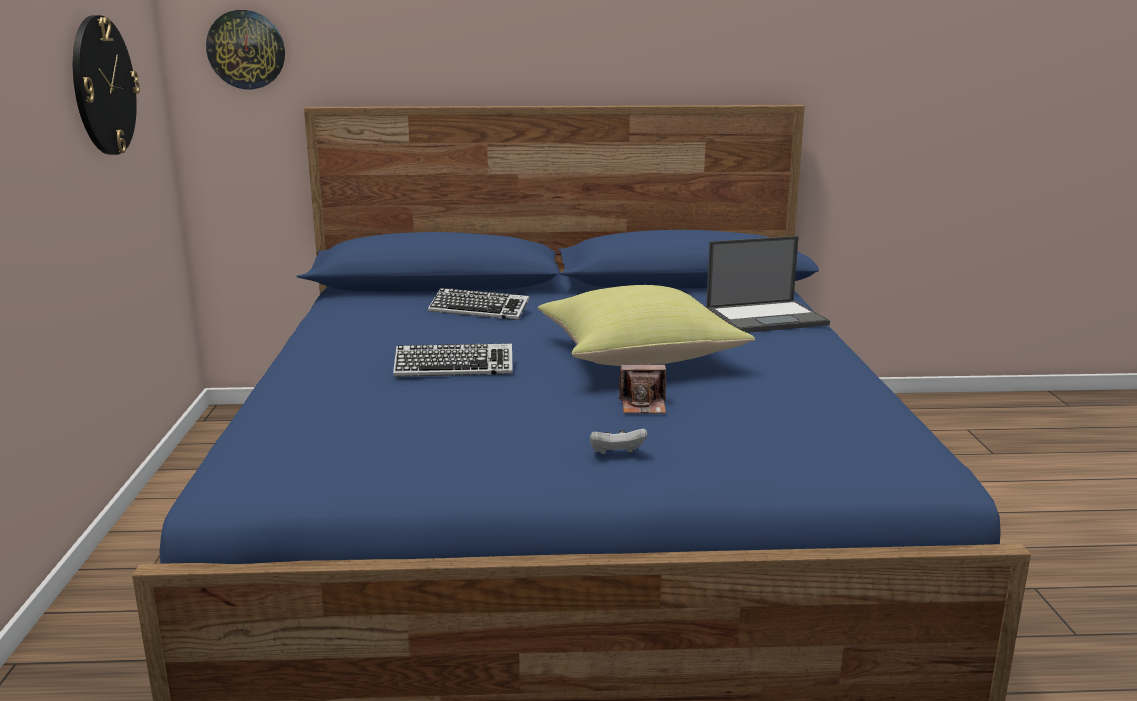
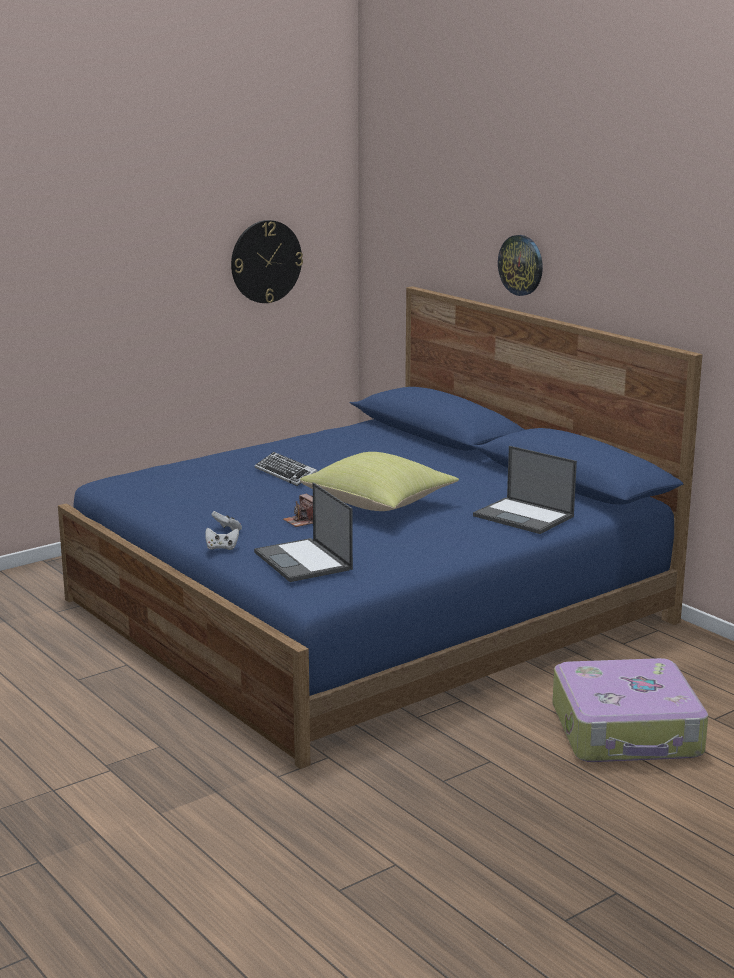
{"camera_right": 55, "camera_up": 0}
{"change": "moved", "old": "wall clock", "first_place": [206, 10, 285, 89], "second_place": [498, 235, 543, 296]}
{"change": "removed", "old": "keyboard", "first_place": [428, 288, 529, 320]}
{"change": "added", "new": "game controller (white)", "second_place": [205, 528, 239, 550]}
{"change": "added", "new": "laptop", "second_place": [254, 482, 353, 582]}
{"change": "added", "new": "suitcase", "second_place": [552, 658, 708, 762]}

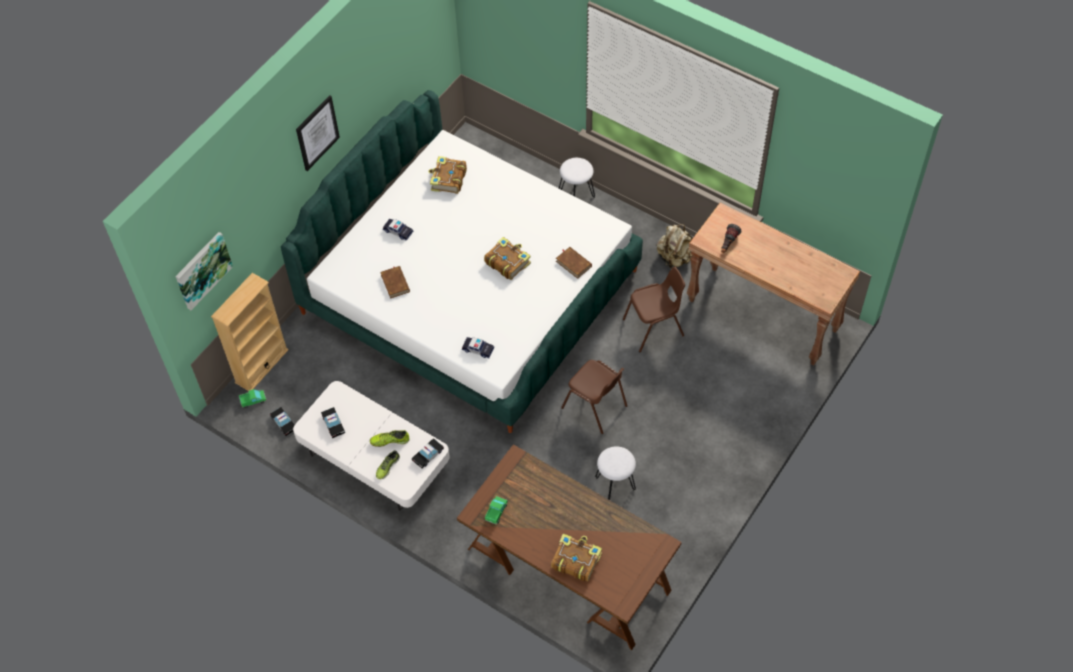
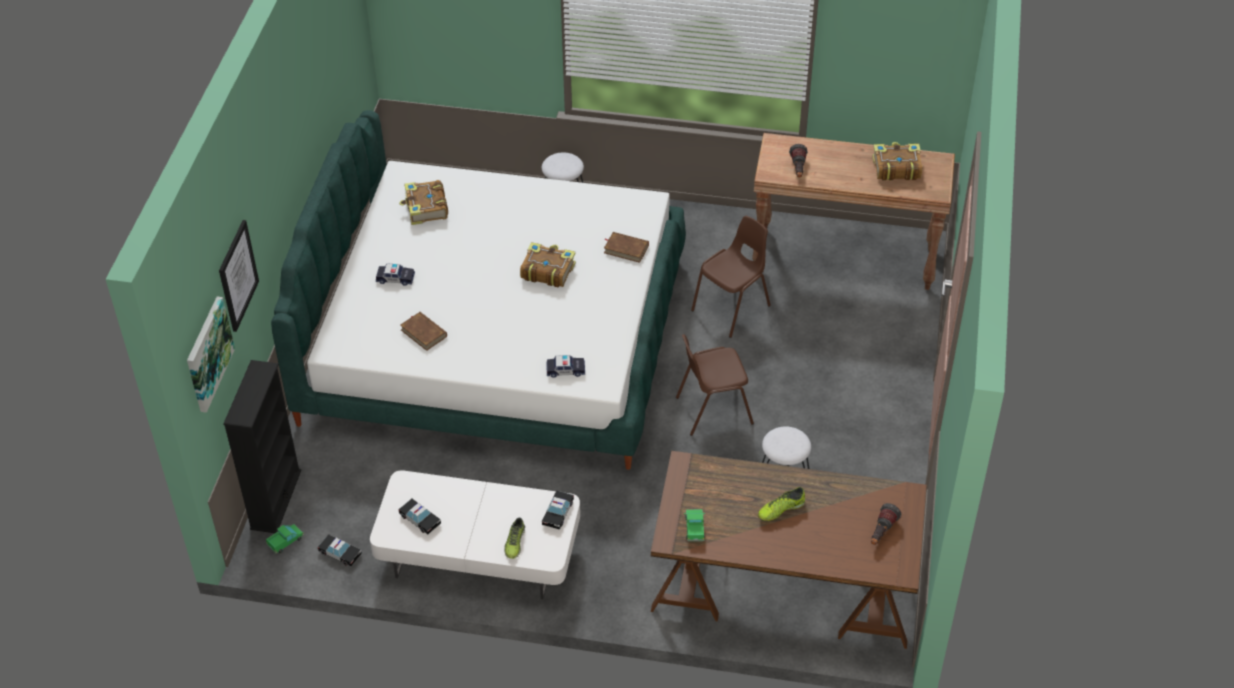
{"camera_right": -25, "camera_up": -10}
{"change": "recoloured", "old": "bookcase (beige)", "new": "bookcase (black)", "first_place": [211, 273, 289, 391], "second_place": [223, 360, 301, 533]}
{"change": "moved", "old": "picture", "first_place": [296, 95, 340, 171], "second_place": [219, 220, 259, 332]}
{"change": "moved", "old": "shoe", "first_place": [370, 430, 410, 447], "second_place": [758, 487, 805, 522]}
{"change": "moved", "old": "book", "first_place": [551, 533, 602, 582], "second_place": [872, 142, 922, 181]}
{"change": "turned", "old": "chair (brown)", "first_place": [561, 360, 627, 434], "second_place": [676, 334, 754, 436], "degrees": 150}
{"change": "removed", "old": "backpack (beige)", "first_place": [657, 224, 693, 268]}
{"change": "added", "new": "flashlight", "second_place": [871, 503, 901, 545]}

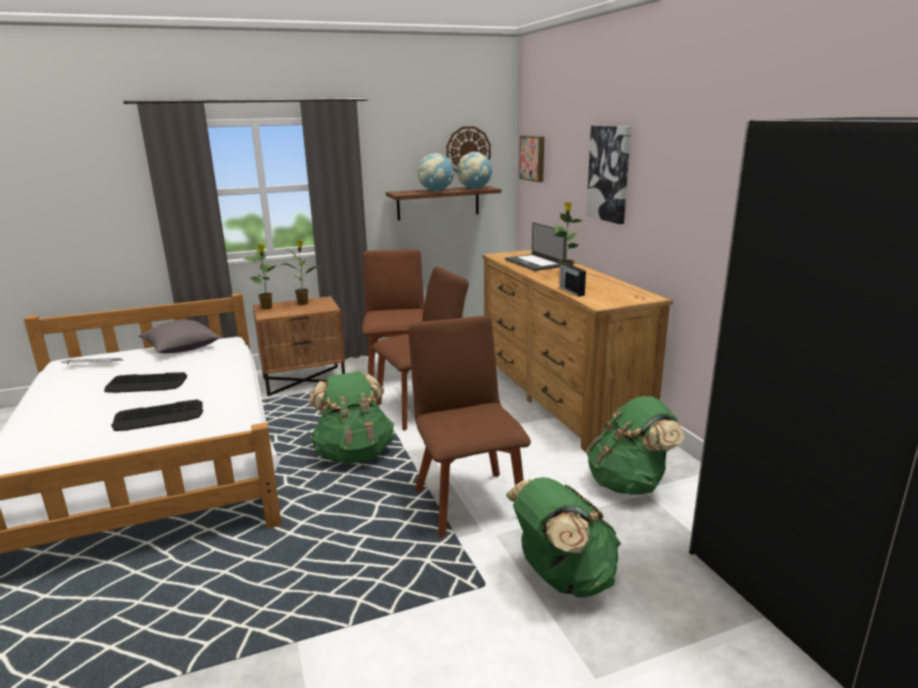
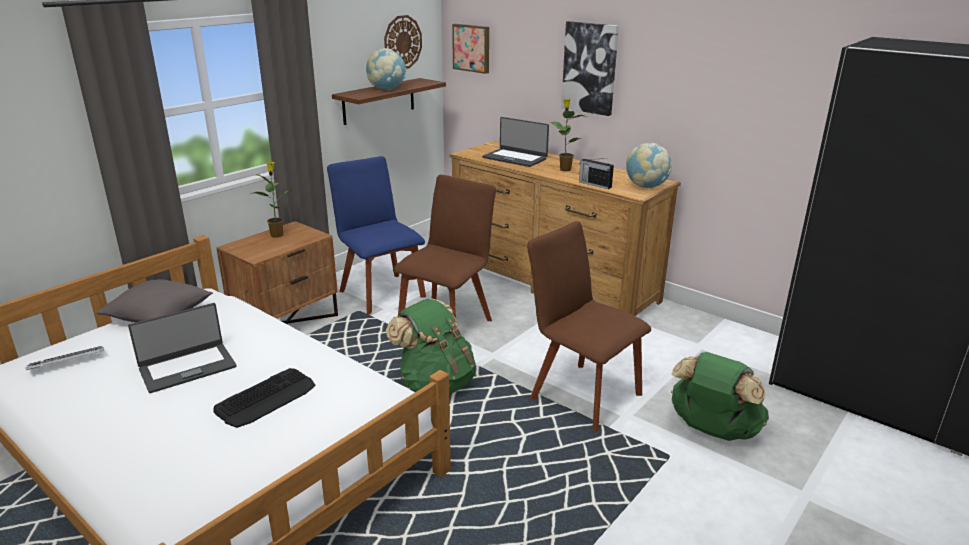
{"camera_right": -30, "camera_up": 5}
{"change": "replaced", "old": "keyboard", "new": "laptop", "first_place": [104, 372, 187, 393], "second_place": [128, 303, 236, 393]}
{"change": "removed", "old": "potted plant", "first_place": [244, 244, 279, 310]}
{"change": "recoloured", "old": "chair (brown)", "new": "chair (blue)", "first_place": [362, 250, 424, 377], "second_place": [327, 156, 426, 314]}
{"change": "moved", "old": "globe", "first_place": [457, 152, 493, 189], "second_place": [626, 143, 672, 188]}
{"change": "removed", "old": "backpack (green)", "first_place": [586, 396, 684, 495]}

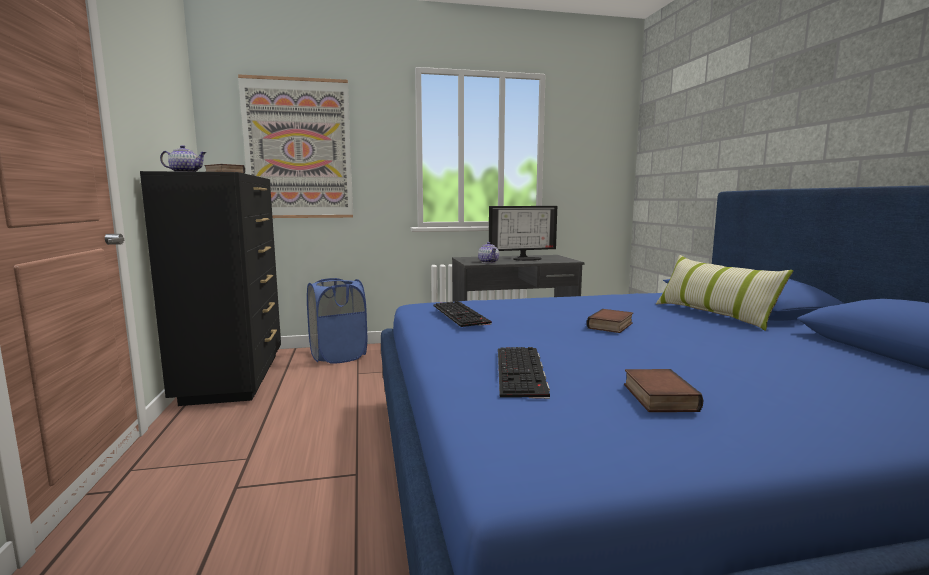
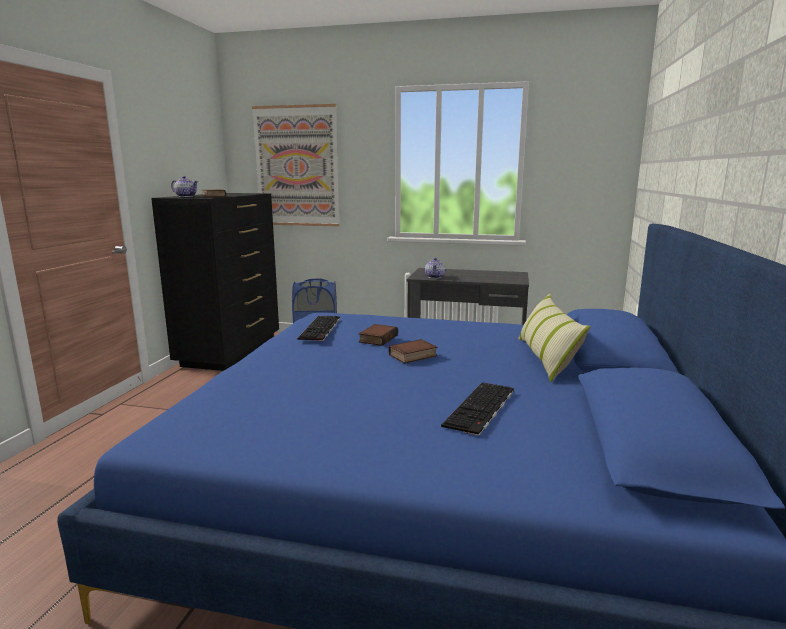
{"camera_right": 25, "camera_up": 5}
{"change": "removed", "old": "monitor", "first_place": [489, 206, 557, 261]}
{"change": "moved", "old": "keyboard", "first_place": [498, 347, 550, 399], "second_place": [441, 383, 514, 436]}
{"change": "moved", "old": "book", "first_place": [624, 369, 703, 412], "second_place": [359, 324, 398, 346]}

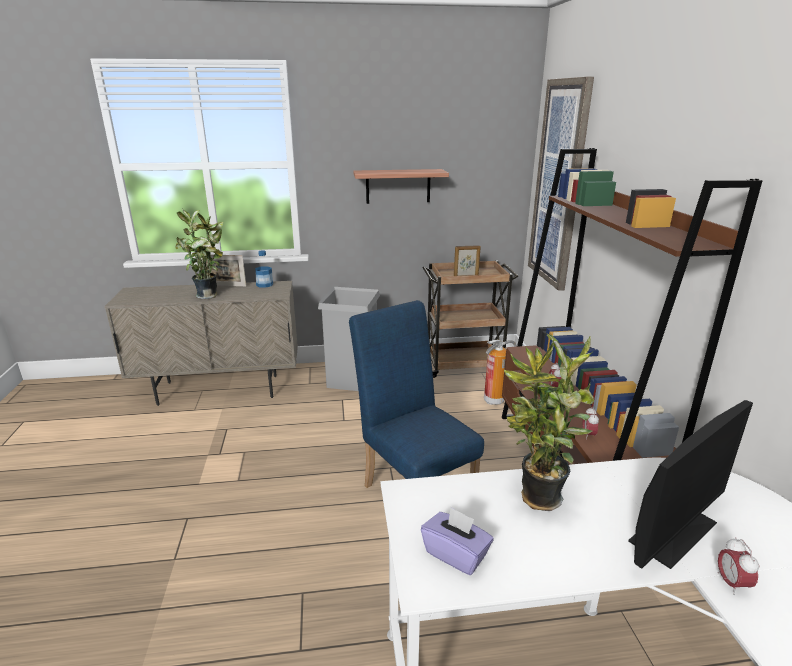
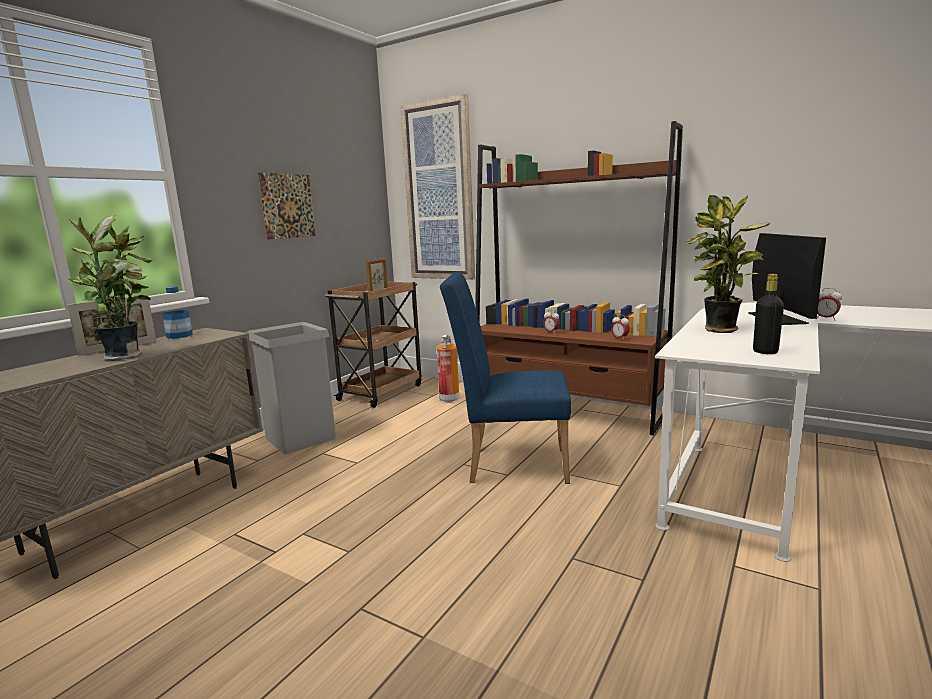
{"camera_right": -50, "camera_up": -10}
{"change": "replaced", "old": "shelf", "new": "picture", "first_place": [353, 169, 449, 204], "second_place": [258, 173, 316, 240]}
{"change": "replaced", "old": "tissue box (purple)", "new": "bottle (black)", "first_place": [421, 507, 494, 575], "second_place": [753, 274, 784, 354]}

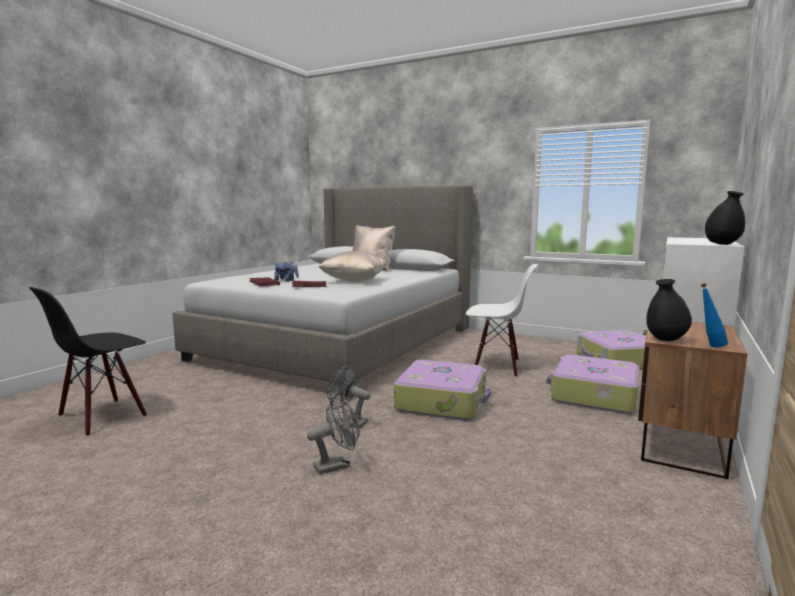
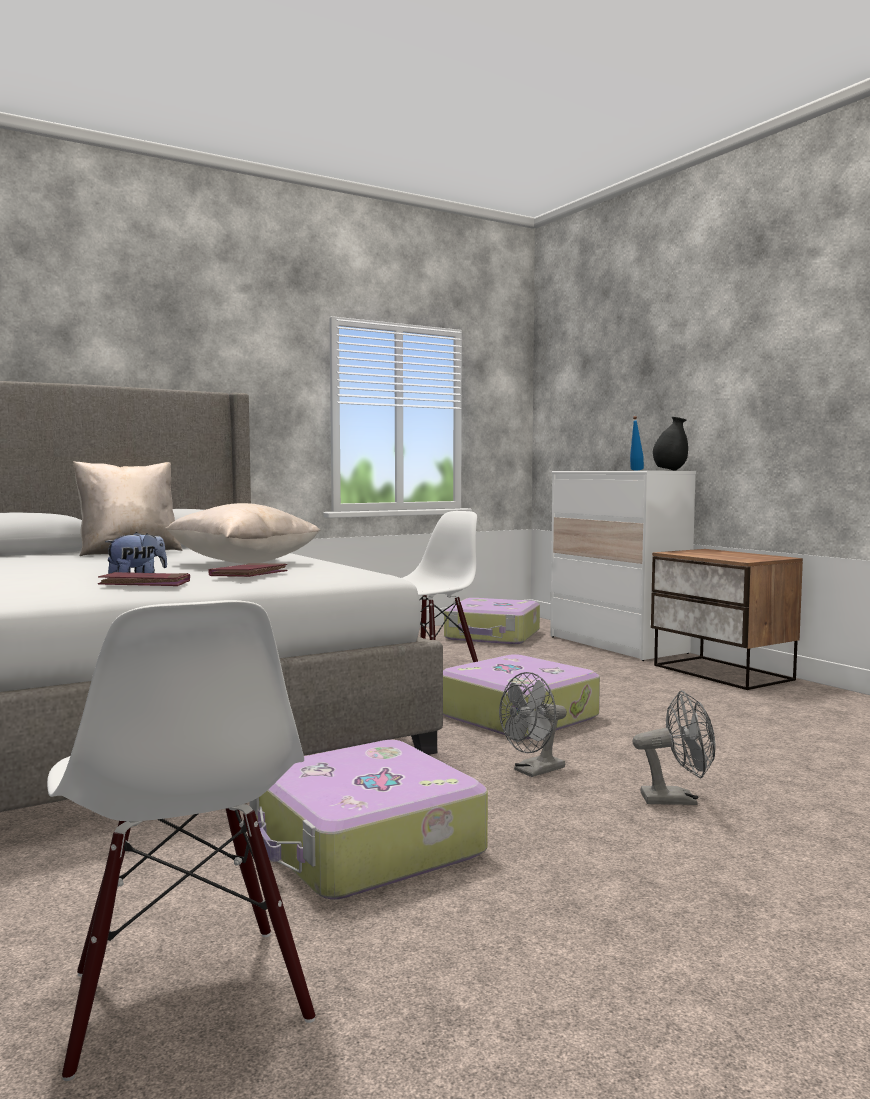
{"camera_right": -60, "camera_up": -5}
{"change": "recoloured", "old": "chair (black)", "new": "chair (white)", "first_place": [28, 287, 147, 436], "second_place": [47, 600, 316, 1081]}
{"change": "turned", "old": "fan (grey)", "first_place": [307, 396, 359, 474], "second_place": [633, 690, 716, 805], "degrees": 90}
{"change": "moved", "old": "suitcase", "first_place": [546, 355, 639, 414], "second_place": [249, 740, 488, 899]}
{"change": "removed", "old": "vase (black)", "first_place": [646, 279, 692, 341]}
{"change": "moved", "old": "bottle (blue)", "first_place": [701, 283, 728, 347], "second_place": [630, 416, 644, 471]}

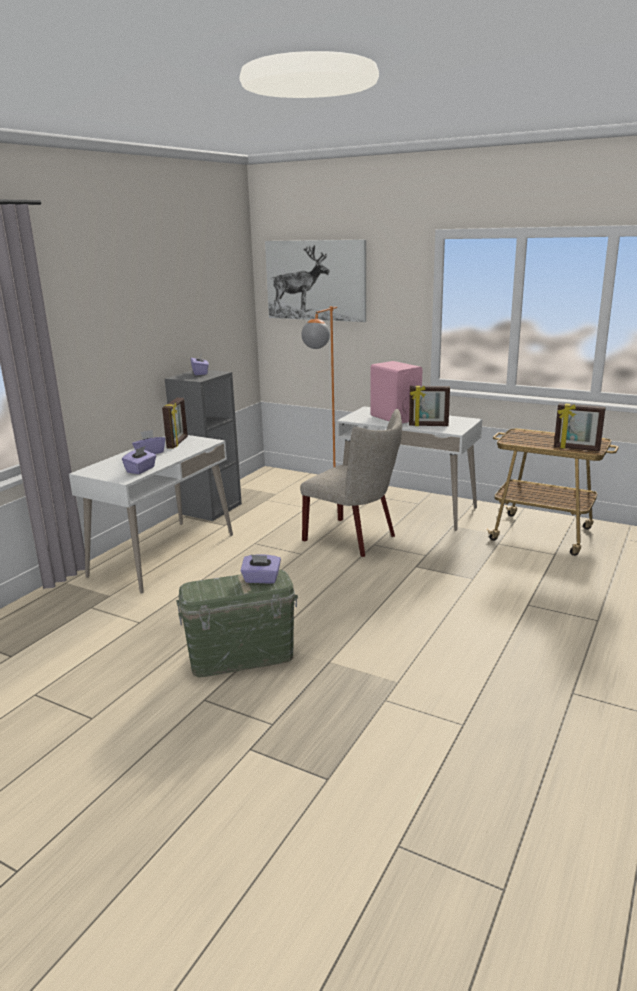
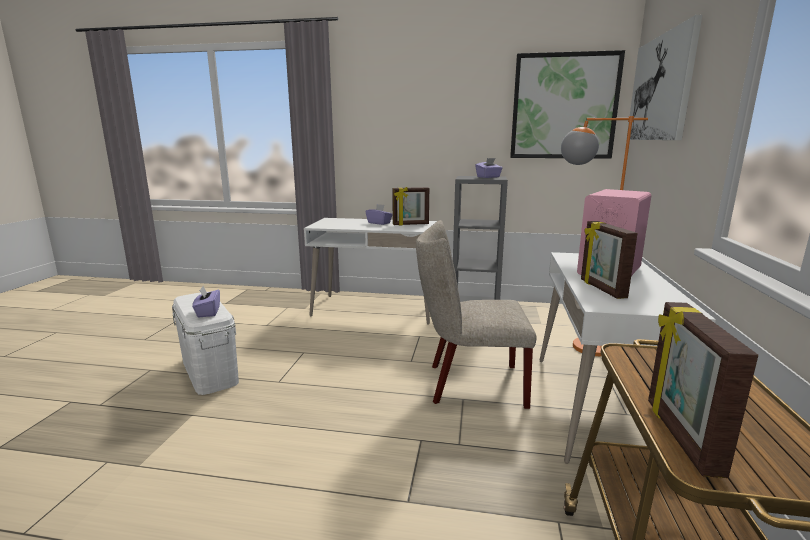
{"camera_right": 70, "camera_up": -5}
{"change": "removed", "old": "tissue box (purple)", "first_place": [122, 446, 156, 474]}
{"change": "recoloured", "old": "storage box (green)", "new": "storage box (white)", "first_place": [176, 569, 298, 677], "second_place": [172, 292, 239, 395]}
{"change": "turned", "old": "chair (beige)", "first_place": [300, 409, 402, 557], "second_place": [416, 220, 537, 409], "degrees": 75}
{"change": "added", "new": "picture", "second_place": [510, 50, 625, 159]}

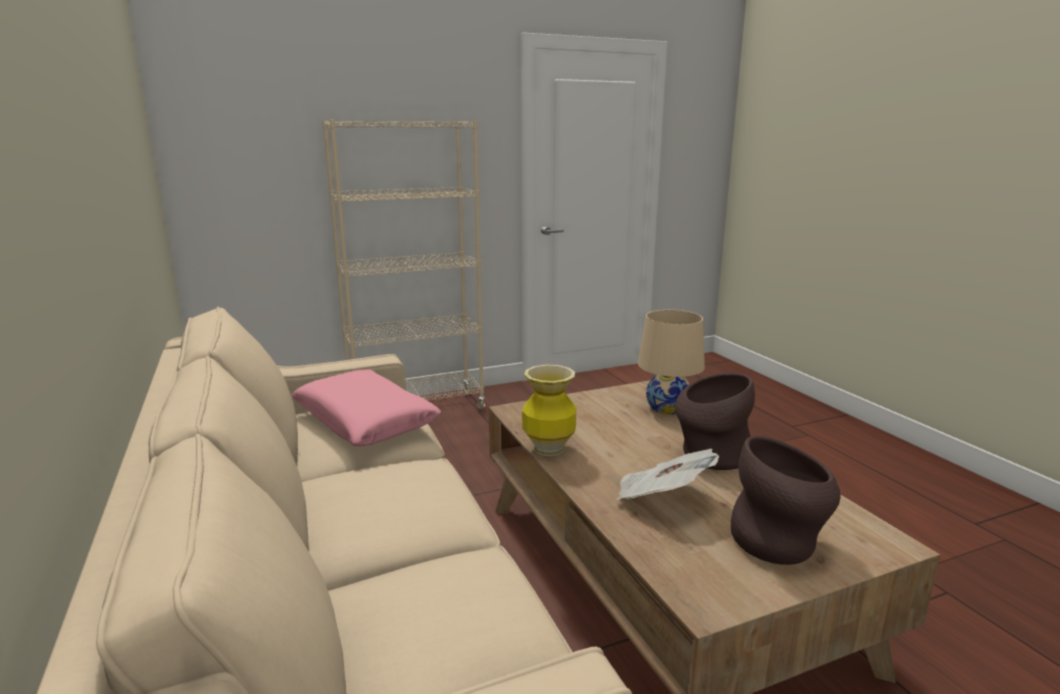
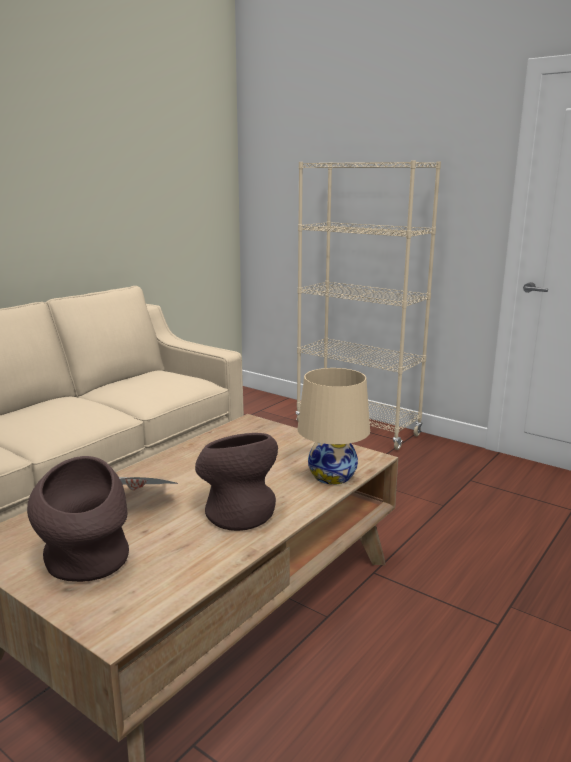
{"camera_right": 60, "camera_up": 0}
{"change": "removed", "old": "pillow (pink)", "first_place": [291, 369, 441, 446]}
{"change": "removed", "old": "vase", "first_place": [522, 365, 576, 456]}

